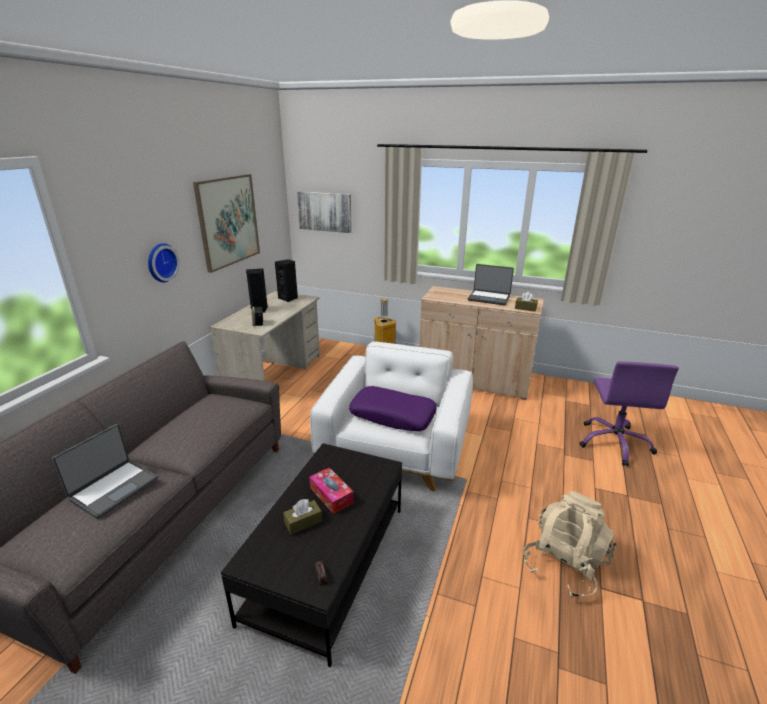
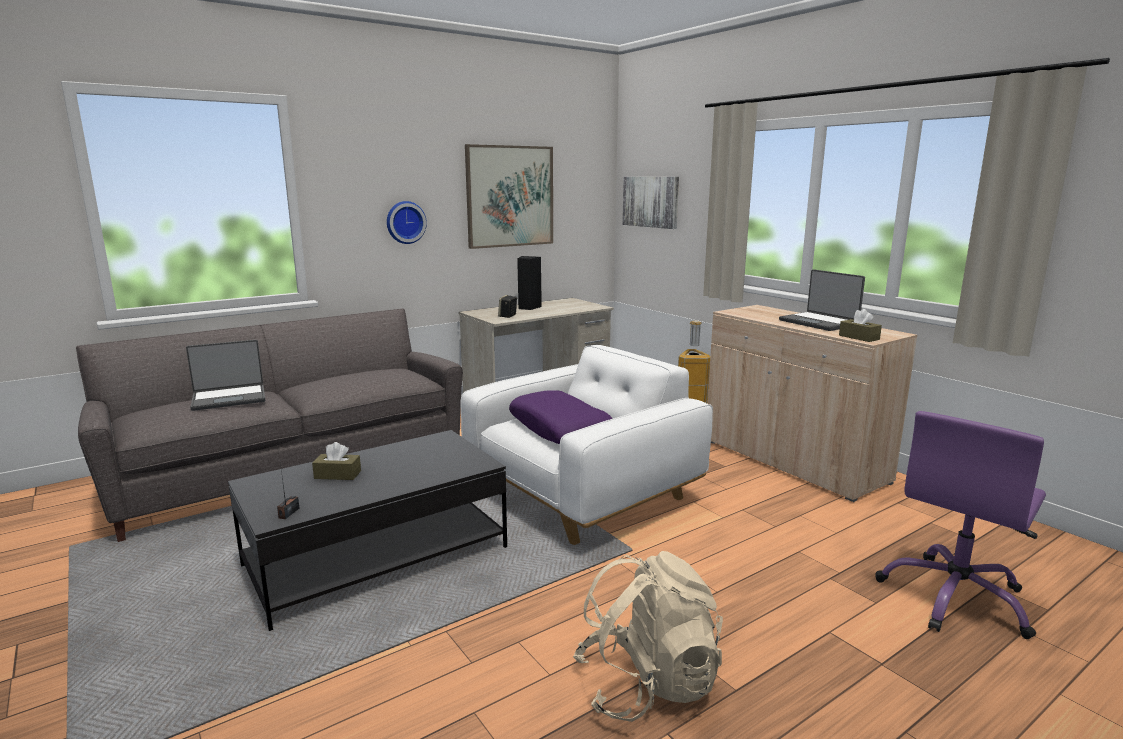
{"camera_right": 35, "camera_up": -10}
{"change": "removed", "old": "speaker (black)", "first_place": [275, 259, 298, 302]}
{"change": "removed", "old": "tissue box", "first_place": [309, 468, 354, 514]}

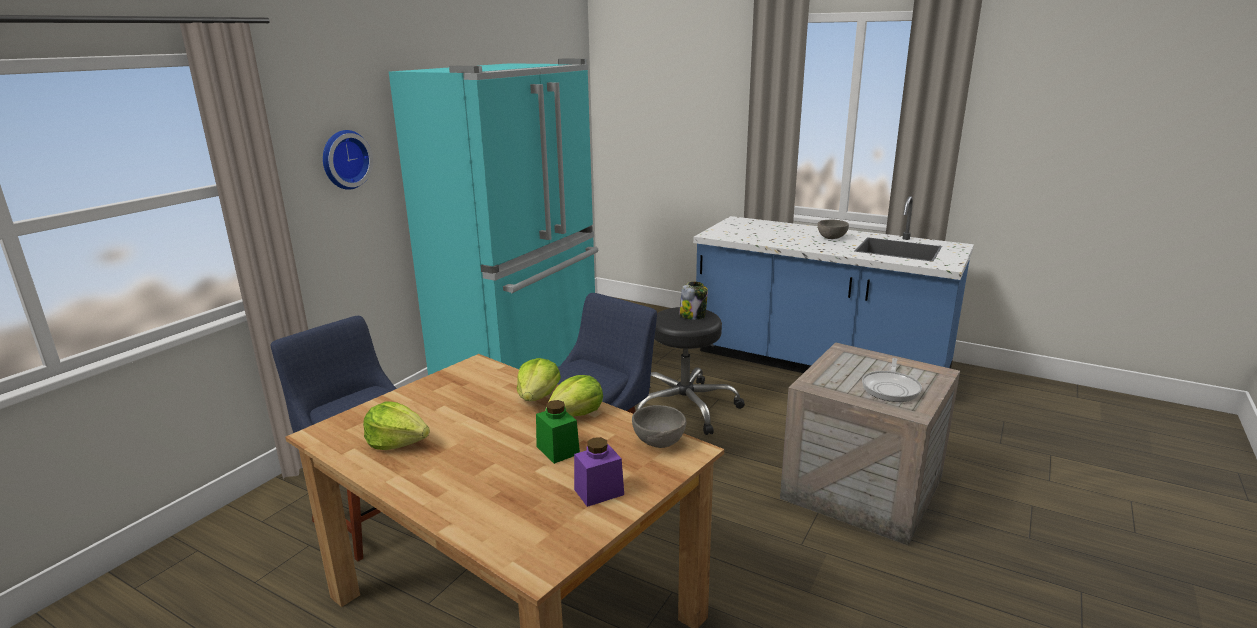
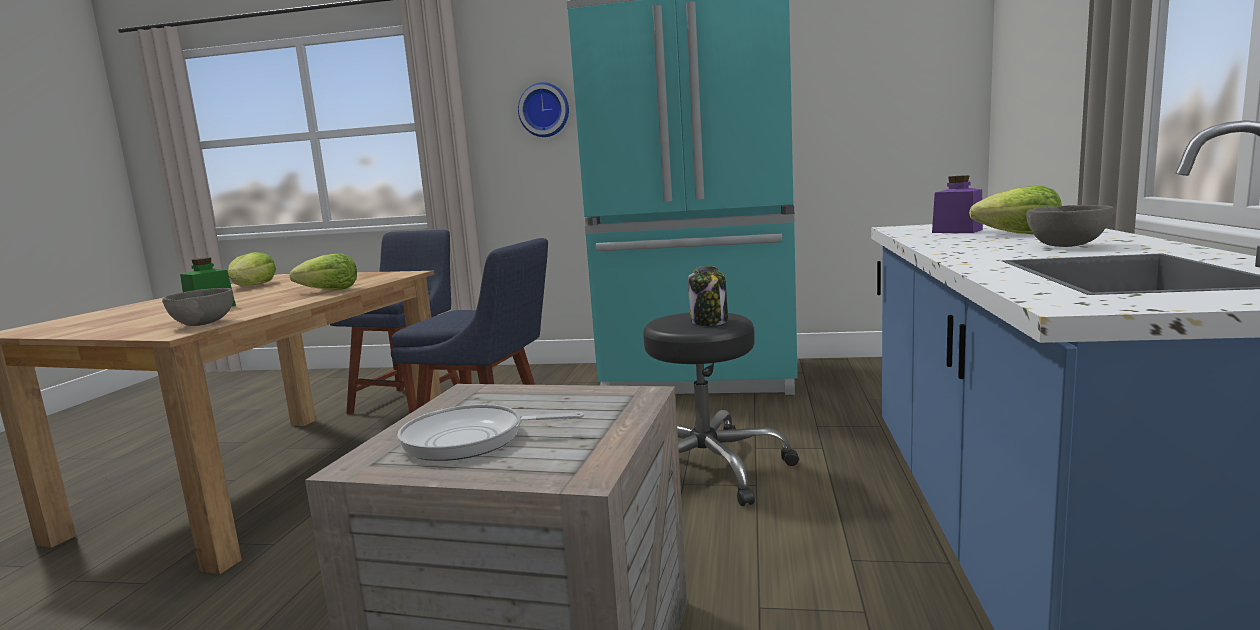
{"camera_right": 70, "camera_up": -10}
{"change": "moved", "old": "lettuce", "first_place": [546, 375, 603, 417], "second_place": [969, 186, 1062, 234]}
{"change": "moved", "old": "jar (purple)", "first_place": [574, 437, 624, 507], "second_place": [932, 175, 983, 233]}

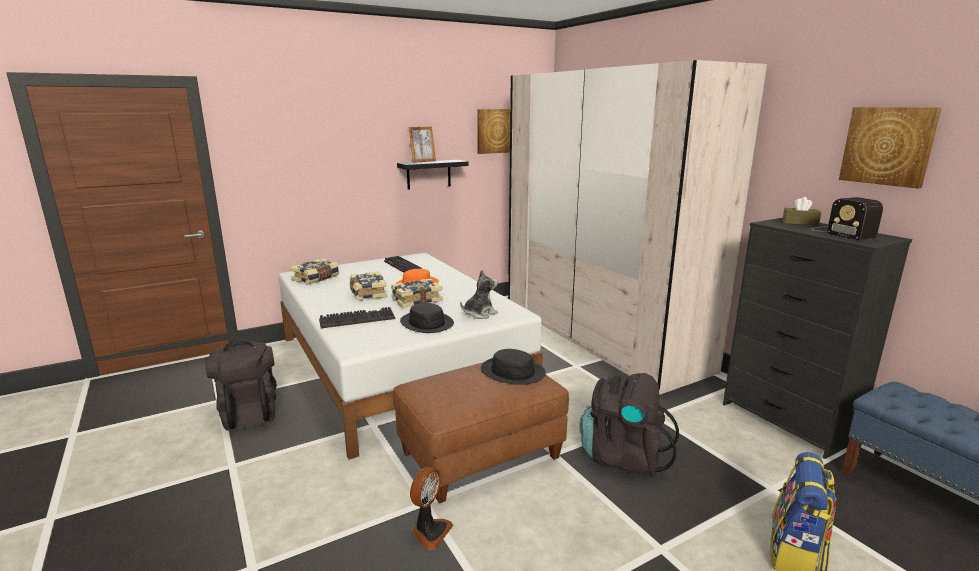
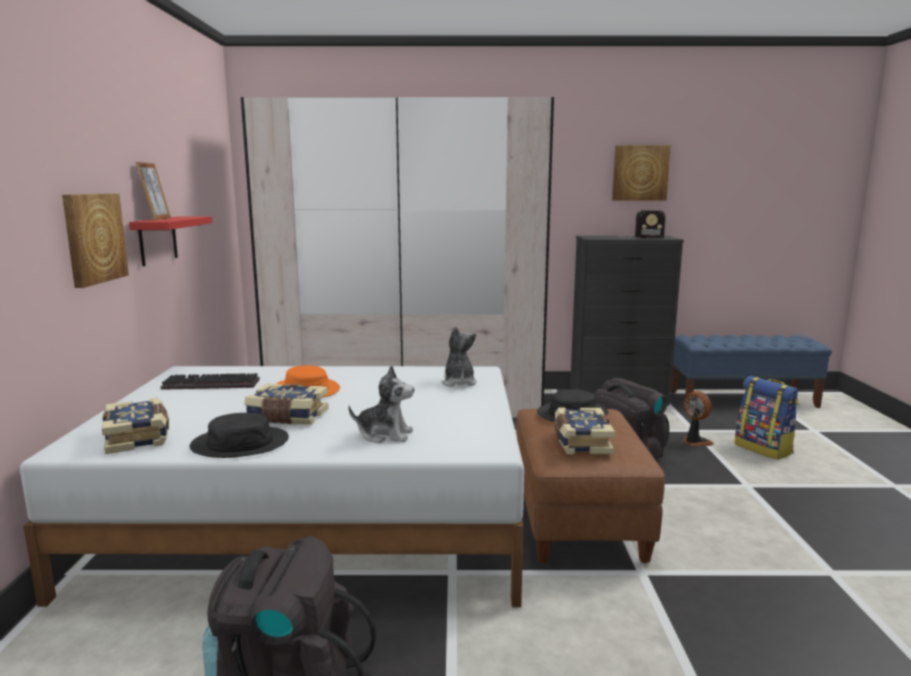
{"camera_right": -60, "camera_up": -5}
{"change": "replaced", "old": "keyboard", "new": "plush toy", "first_place": [319, 307, 395, 329], "second_place": [348, 365, 414, 443]}
{"change": "moved", "old": "book", "first_place": [391, 279, 443, 308], "second_place": [554, 407, 615, 454]}
{"change": "recoloured", "old": "shelf (black)", "new": "shelf (red)", "first_place": [397, 160, 468, 190], "second_place": [129, 216, 213, 266]}
{"change": "moved", "old": "hat (black)", "first_place": [400, 303, 454, 333], "second_place": [190, 413, 289, 458]}
{"change": "moved", "old": "fan", "first_place": [410, 466, 454, 550], "second_place": [682, 391, 714, 446]}
{"change": "moved", "old": "picture", "first_place": [477, 109, 510, 154], "second_place": [62, 193, 129, 288]}
{"change": "removed", "old": "tissue box (brown)", "first_place": [782, 197, 821, 226]}

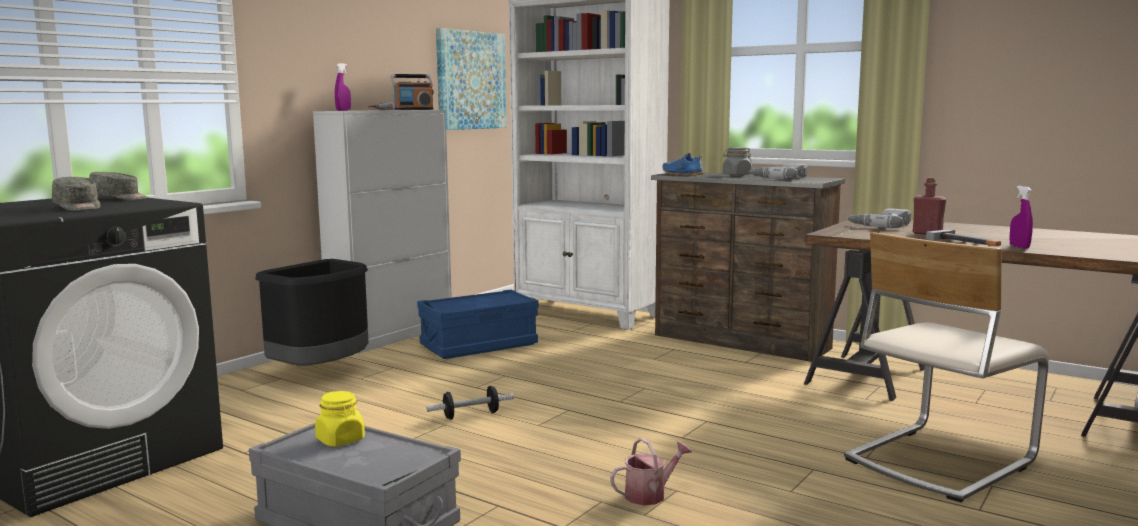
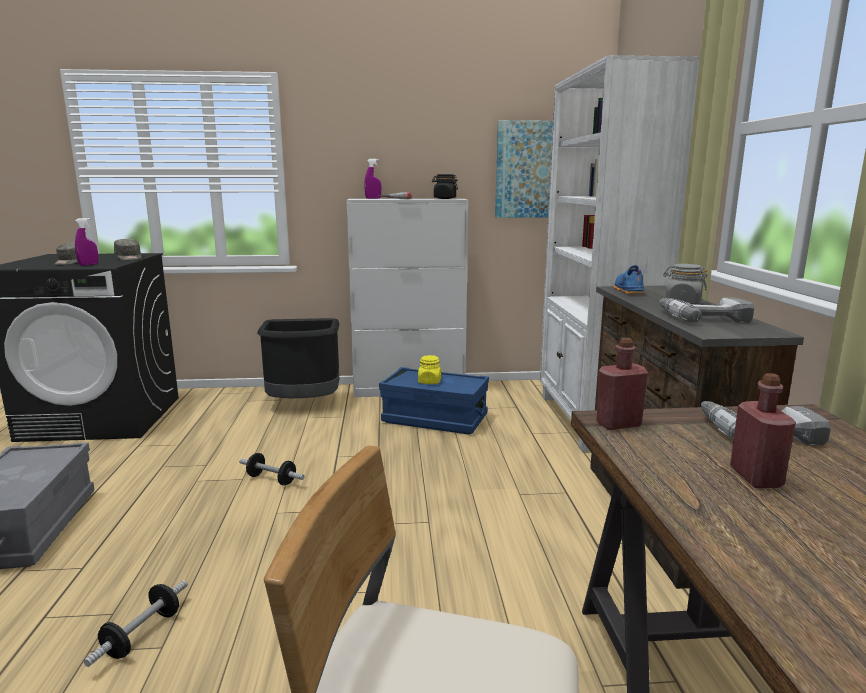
{"camera_right": 50, "camera_up": 5}
{"change": "moved", "old": "jar (yellow)", "first_place": [315, 391, 365, 446], "second_place": [418, 355, 441, 384]}
{"change": "replaced", "old": "radio", "new": "jar (black)", "first_place": [391, 74, 434, 110], "second_place": [432, 174, 458, 199]}
{"change": "replaced", "old": "watering can", "new": "dumbbell", "first_place": [610, 438, 692, 506], "second_place": [83, 580, 188, 667]}
{"change": "removed", "old": "hammer", "first_place": [926, 230, 1001, 246]}
{"change": "moved", "old": "spray bottle (purple)", "first_place": [1009, 186, 1033, 249], "second_place": [75, 218, 98, 266]}
{"change": "added", "new": "bottle (red)", "second_place": [596, 338, 648, 430]}

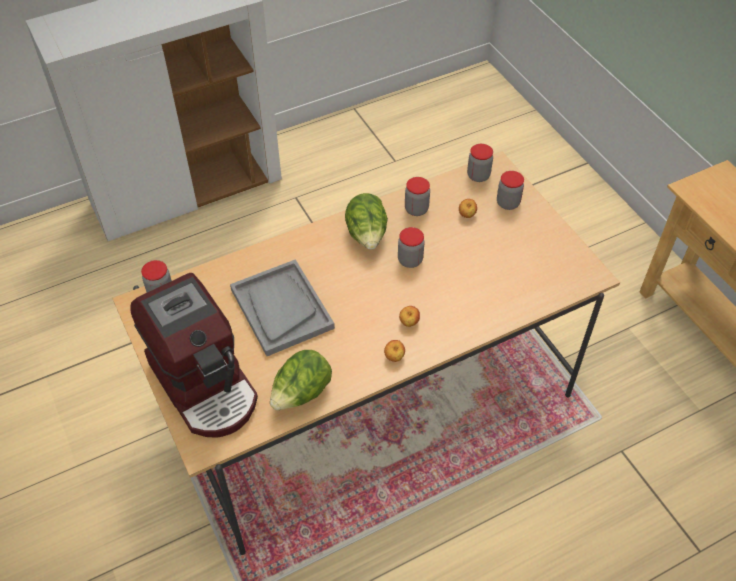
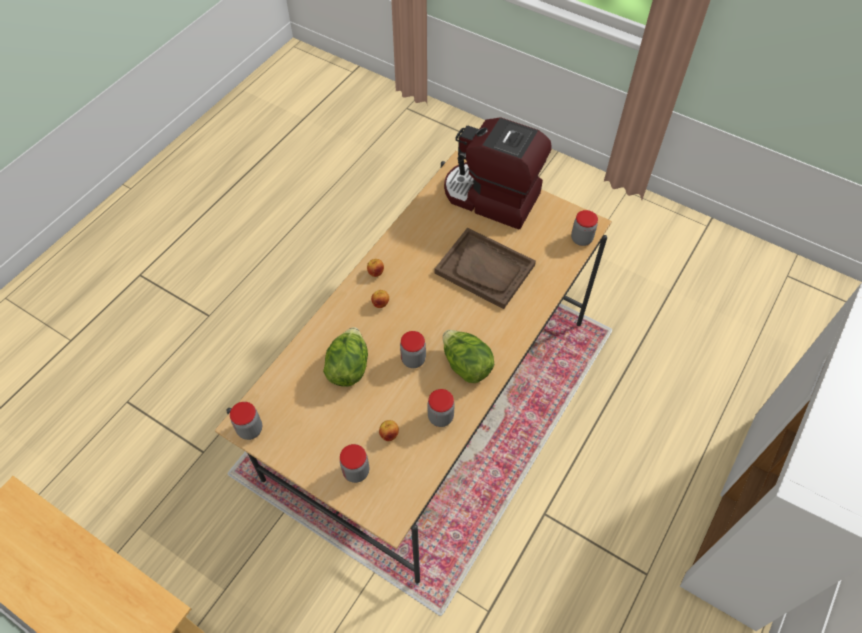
{"camera_right": 150, "camera_up": 5}
{"change": "recoloured", "old": "tray (grey)", "new": "tray (brown)", "first_place": [230, 259, 335, 356], "second_place": [434, 227, 536, 309]}
{"change": "moved", "old": "lettuce", "first_place": [270, 350, 332, 410], "second_place": [323, 327, 368, 387]}
{"change": "moved", "old": "jar", "first_place": [467, 144, 493, 182], "second_place": [230, 402, 262, 440]}

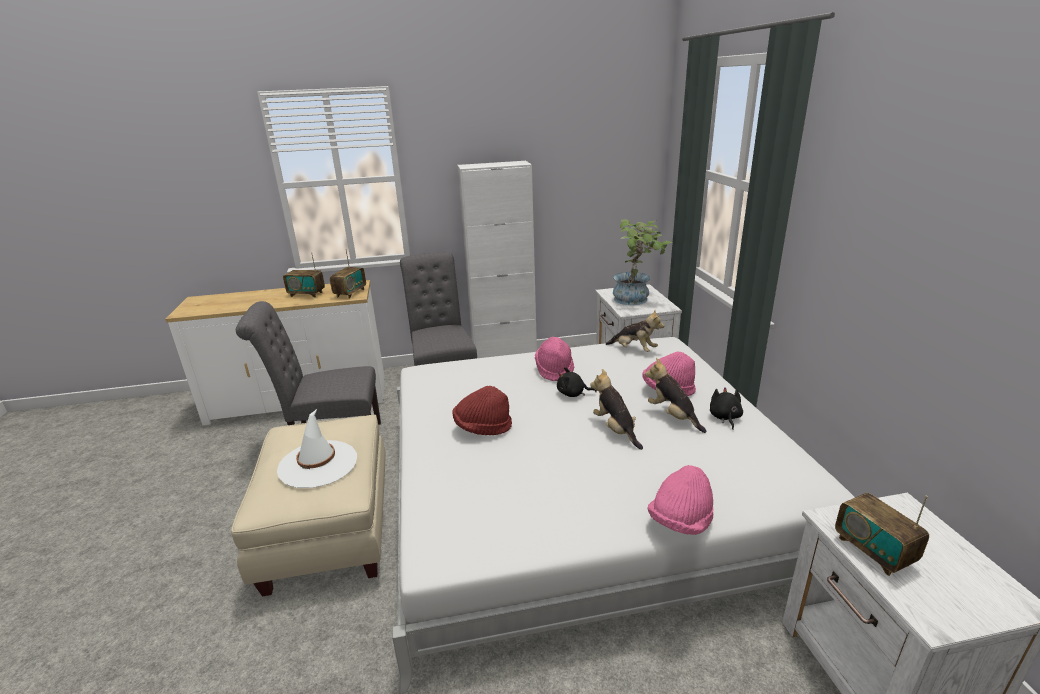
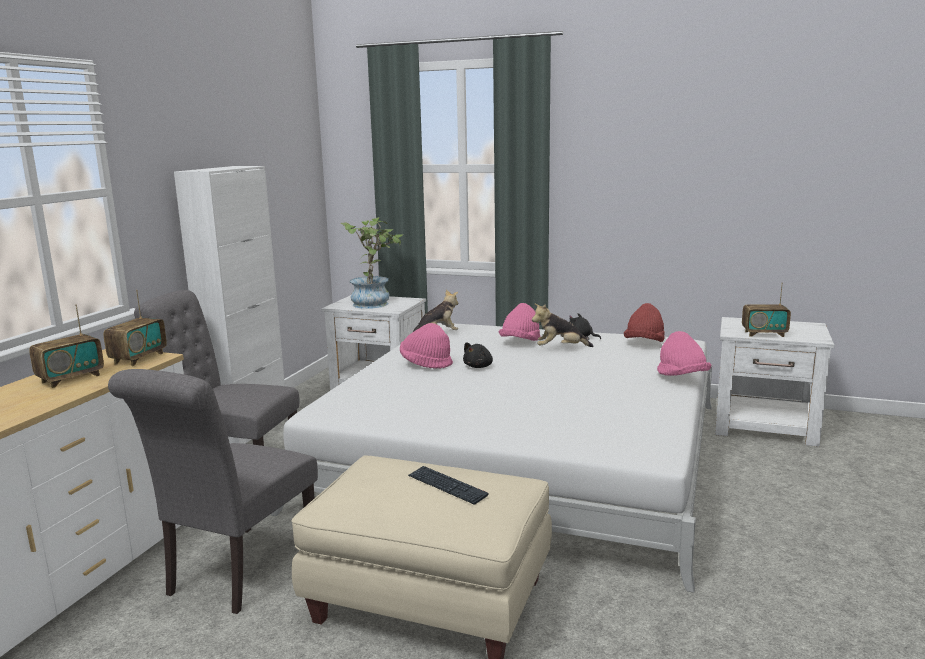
{"camera_right": -60, "camera_up": -10}
{"change": "replaced", "old": "hat (white)", "new": "keyboard", "first_place": [277, 408, 357, 488], "second_place": [408, 466, 489, 505]}
{"change": "turned", "old": "radio", "first_place": [330, 249, 366, 299], "second_place": [104, 290, 167, 366], "degrees": 60}
{"change": "moved", "old": "hat (red)", "first_place": [452, 386, 512, 435], "second_place": [624, 303, 665, 342]}
{"change": "removed", "old": "plush toy", "first_place": [590, 369, 643, 450]}

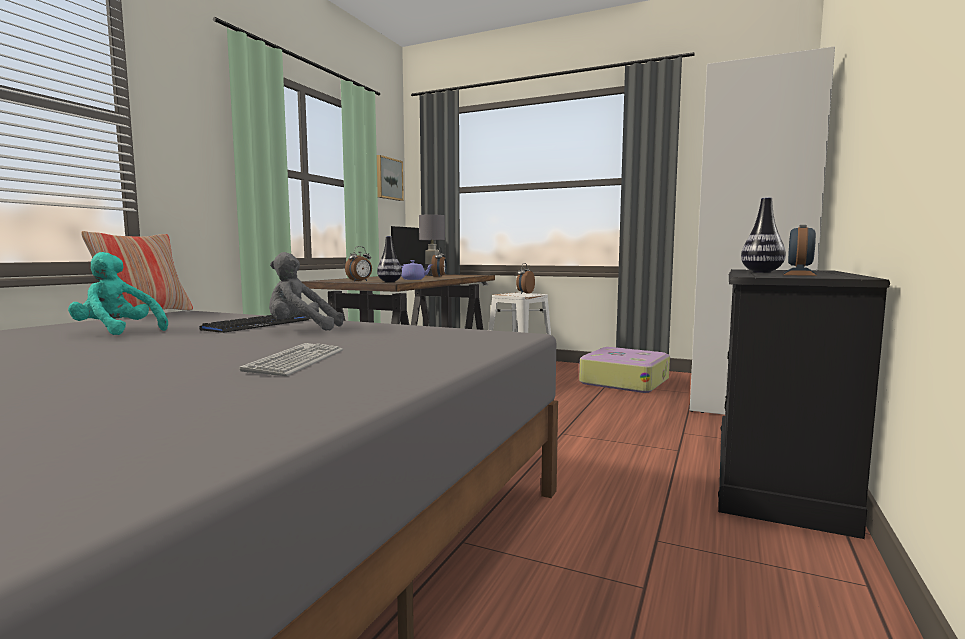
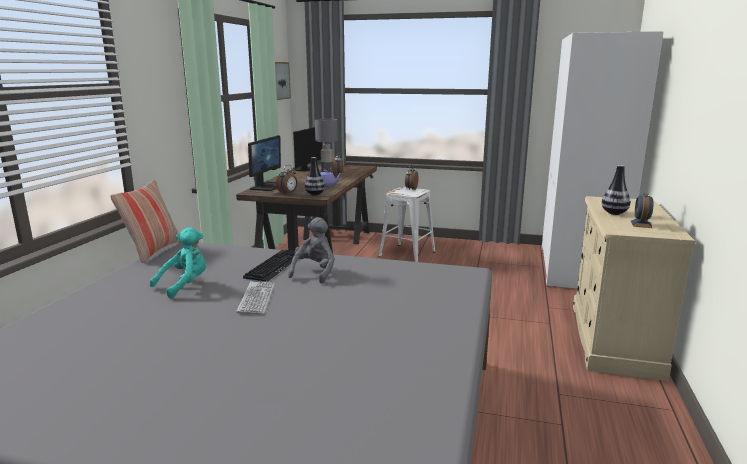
{"camera_right": -10, "camera_up": 10}
{"change": "turned", "old": "plush toy (turquoise)", "first_place": [68, 252, 168, 335], "second_place": [150, 227, 206, 299], "degrees": 120}
{"change": "moved", "old": "keyboard", "first_place": [239, 343, 343, 376], "second_place": [237, 281, 275, 314]}
{"change": "turned", "old": "plush toy (grey)", "first_place": [269, 252, 343, 330], "second_place": [288, 217, 335, 284], "degrees": 120}
{"change": "removed", "old": "suitcase", "first_place": [579, 347, 670, 393]}
{"change": "recoloured", "old": "dresser (black)", "new": "dresser (beige)", "first_place": [718, 269, 890, 539], "second_place": [573, 196, 696, 381]}
{"change": "added", "new": "monitor", "second_place": [248, 135, 281, 191]}

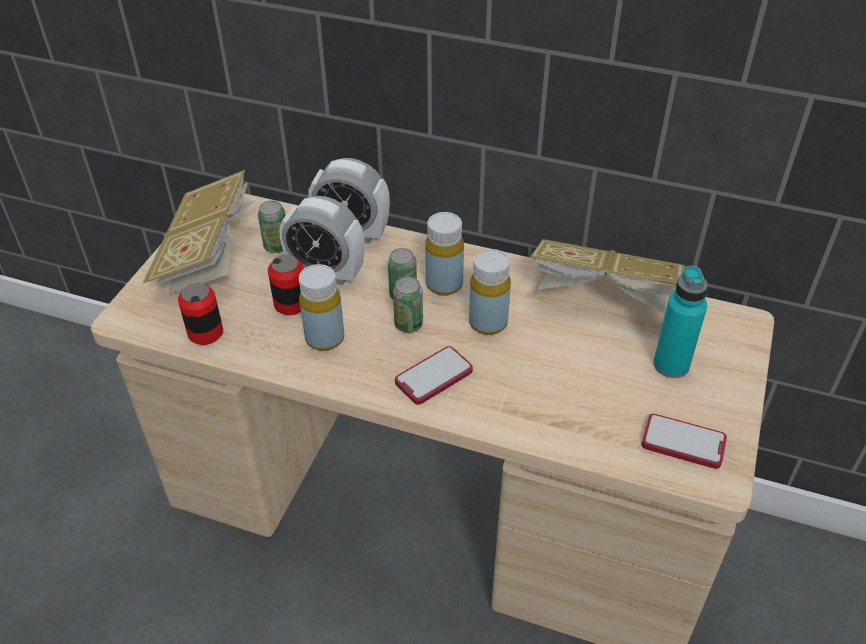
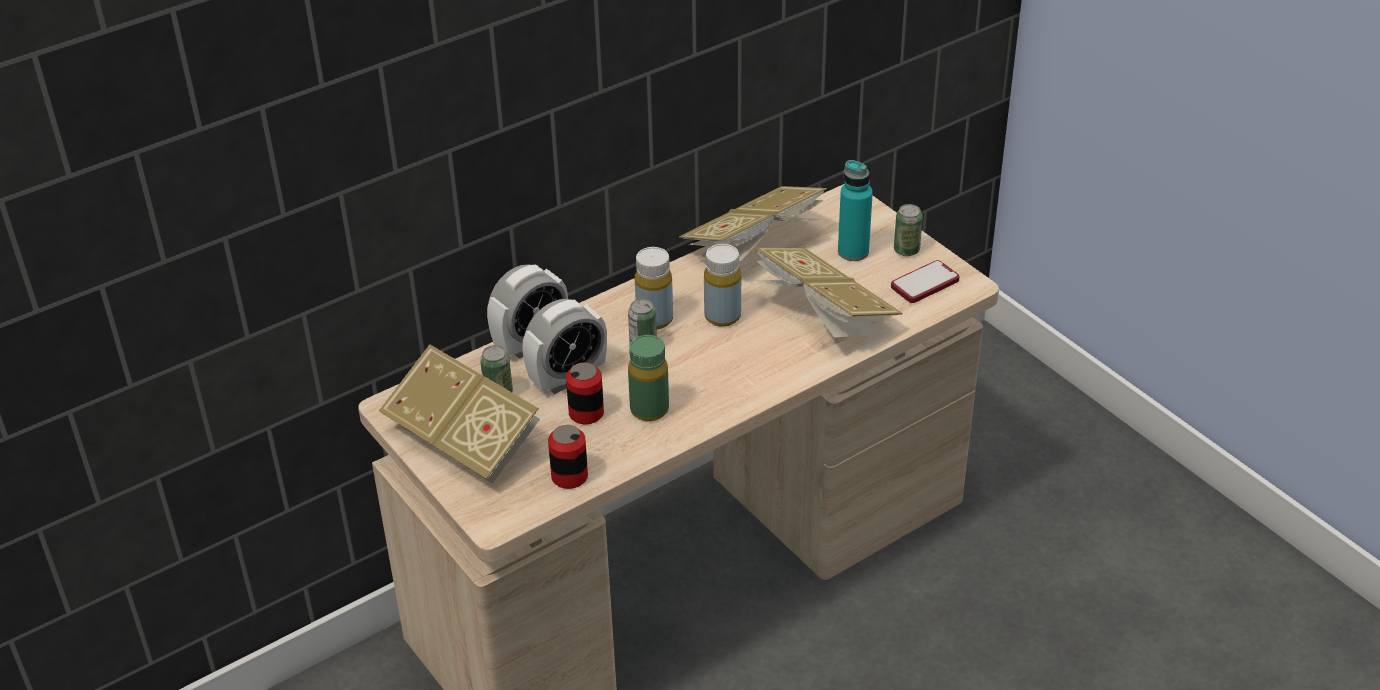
{"camera_right": -55, "camera_up": -5}
{"change": "recoloured", "old": "bottle (yellow)", "new": "bottle (green)", "first_place": [299, 264, 344, 351], "second_place": [628, 335, 669, 421]}
{"change": "moved", "old": "can", "first_place": [393, 277, 423, 333], "second_place": [894, 204, 923, 256]}
{"change": "removed", "old": "phone", "first_place": [395, 346, 473, 405]}
{"change": "added", "new": "book", "second_place": [754, 248, 903, 337]}

